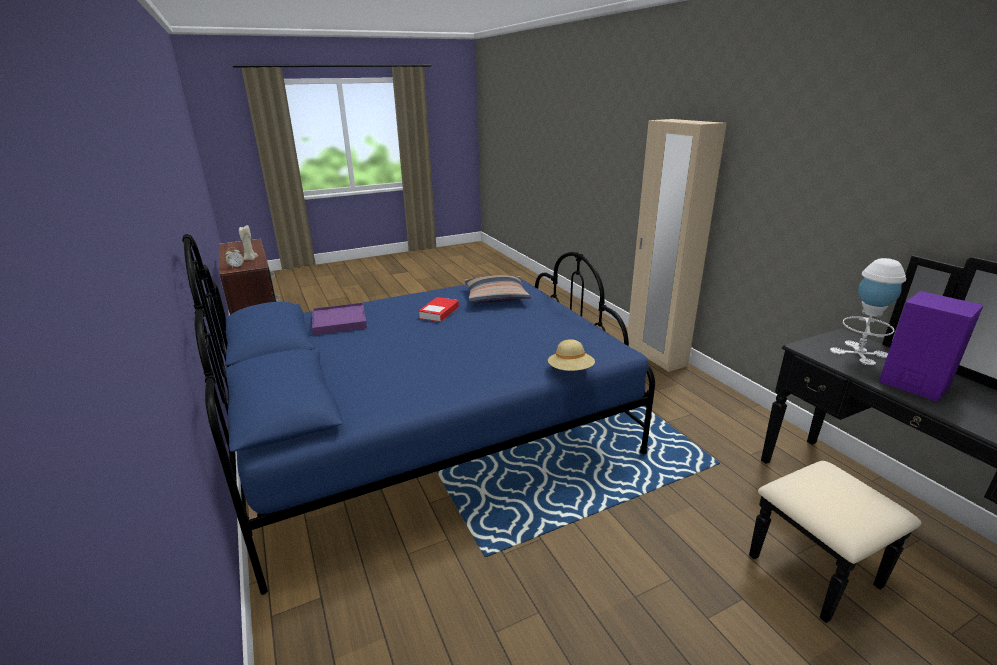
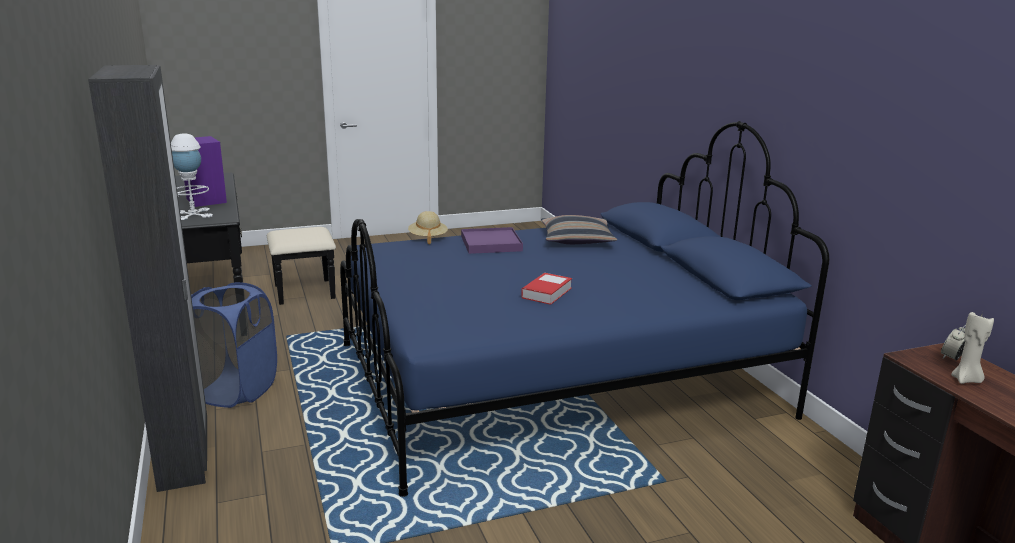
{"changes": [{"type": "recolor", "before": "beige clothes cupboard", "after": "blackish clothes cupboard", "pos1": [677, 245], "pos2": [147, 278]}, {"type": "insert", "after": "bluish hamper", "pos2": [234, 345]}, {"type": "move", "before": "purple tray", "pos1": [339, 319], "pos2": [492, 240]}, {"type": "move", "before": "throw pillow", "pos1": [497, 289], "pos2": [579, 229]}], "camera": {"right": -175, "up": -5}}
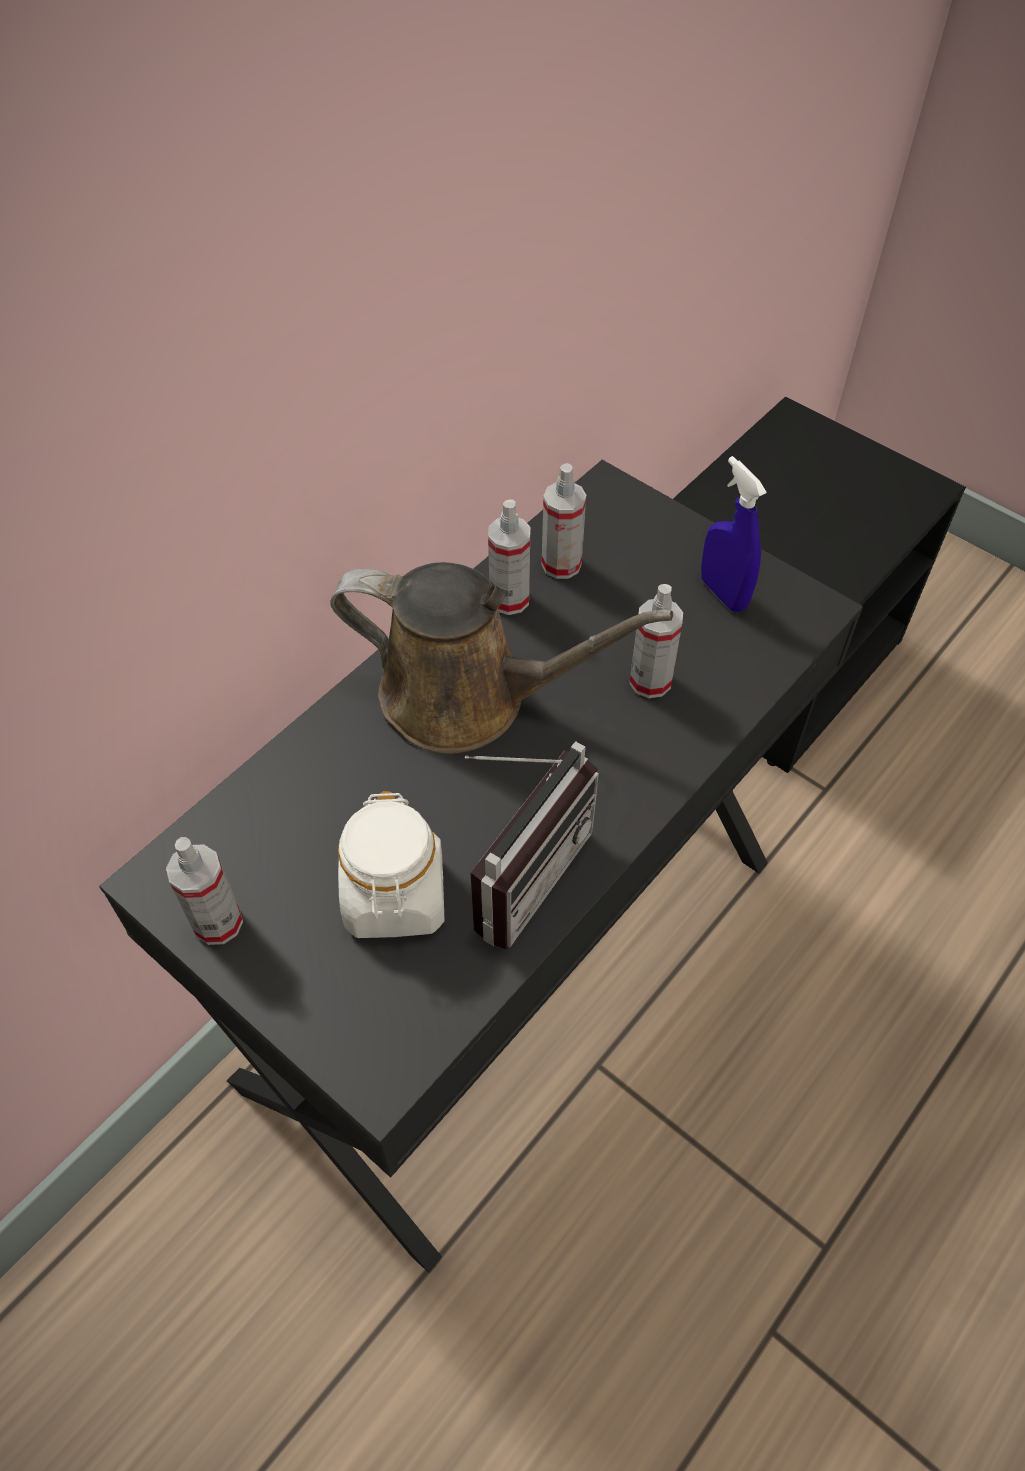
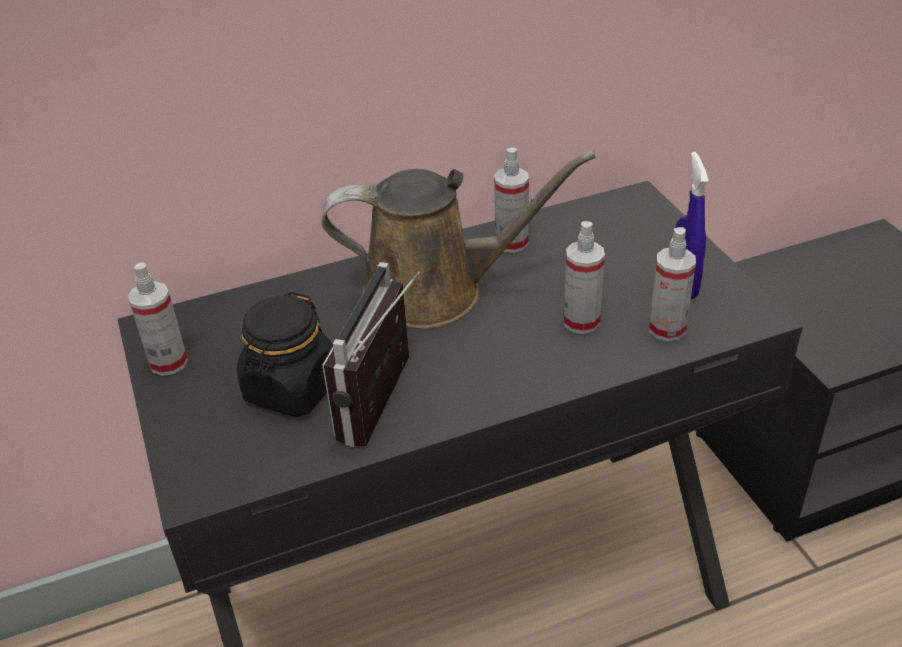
{"changes": [{"type": "recolor", "before": "white-coloured preserve jar", "after": "blackish preserve jar", "pos1": [391, 864], "pos2": [285, 354]}, {"type": "rotate", "before": "brownish watering can", "pos1": [501, 658], "pos2": [459, 240], "turn": -45}, {"type": "rotate", "before": "radio set", "pos1": [532, 845], "pos2": [371, 354], "turn": 135}, {"type": "move", "before": "sprayer", "pos1": [564, 521], "pos2": [672, 284]}], "camera": {"right": 30, "up": -15}}
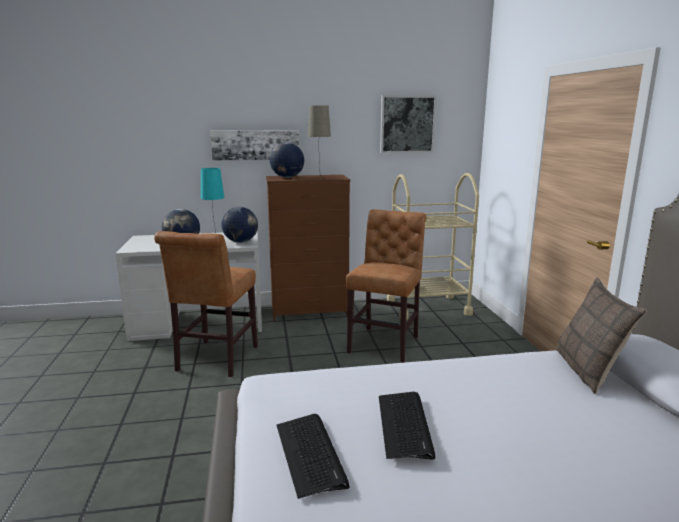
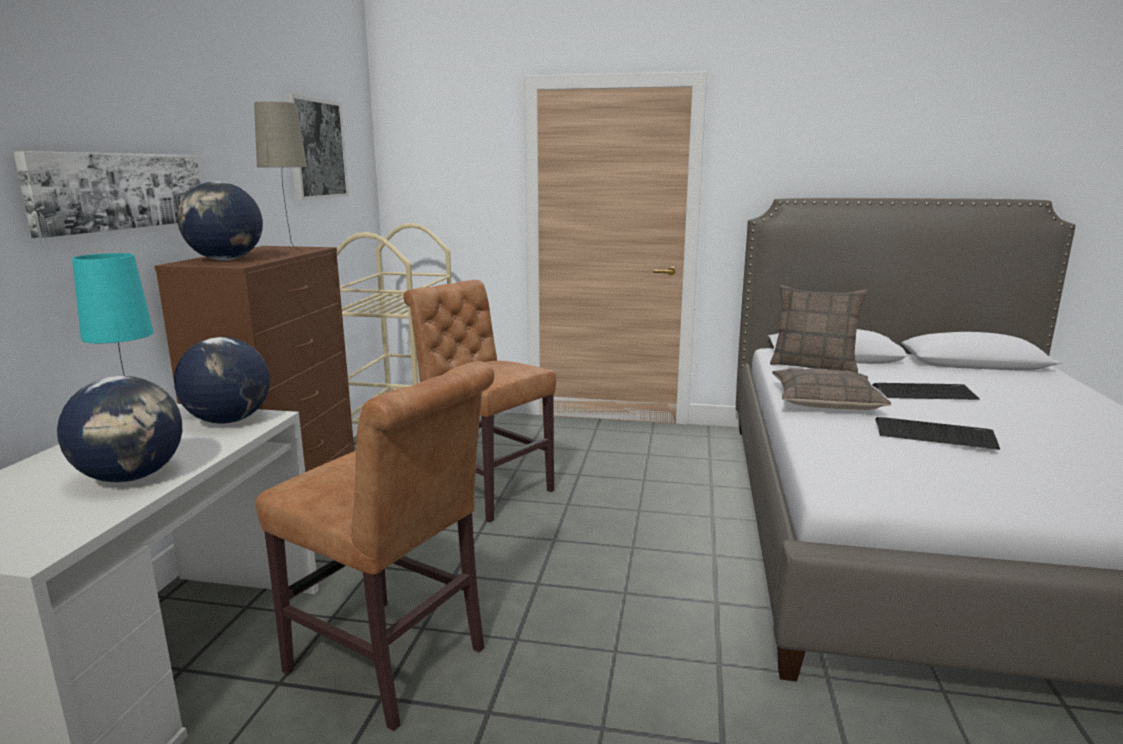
{"changes": [{"type": "insert", "after": "throw pillow", "pos2": [831, 389]}, {"type": "move", "before": "computer keyboard", "pos1": [313, 456], "pos2": [925, 391]}], "camera": {"right": -70, "up": 0}}
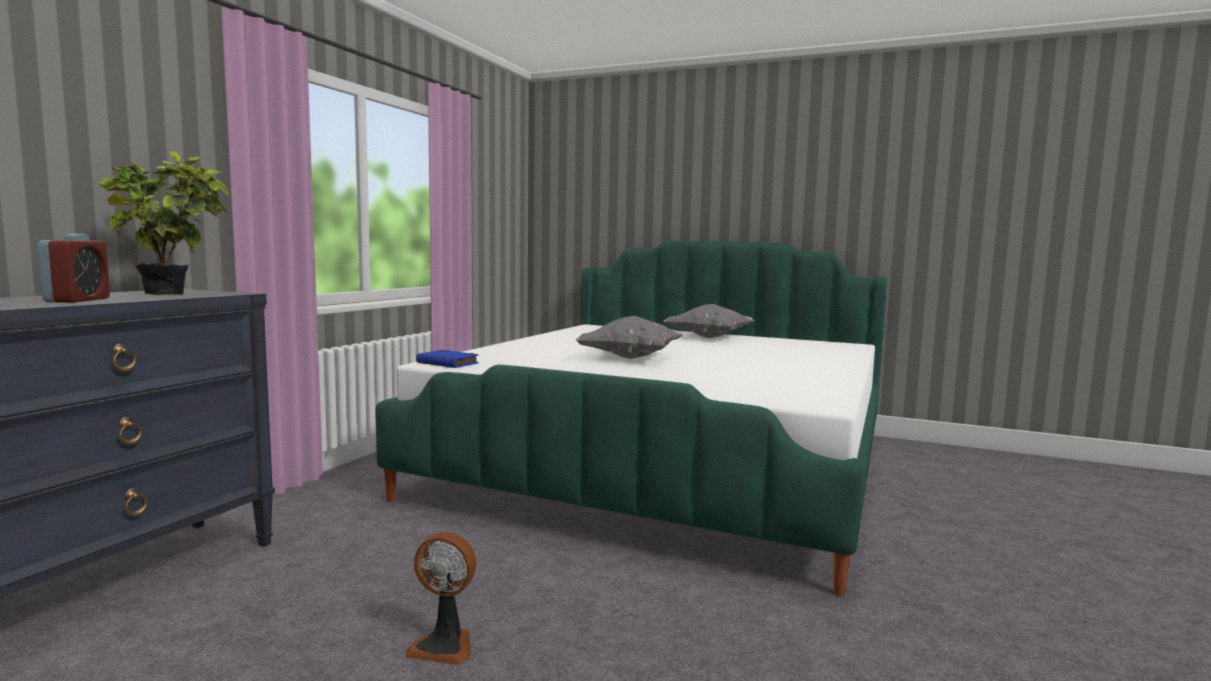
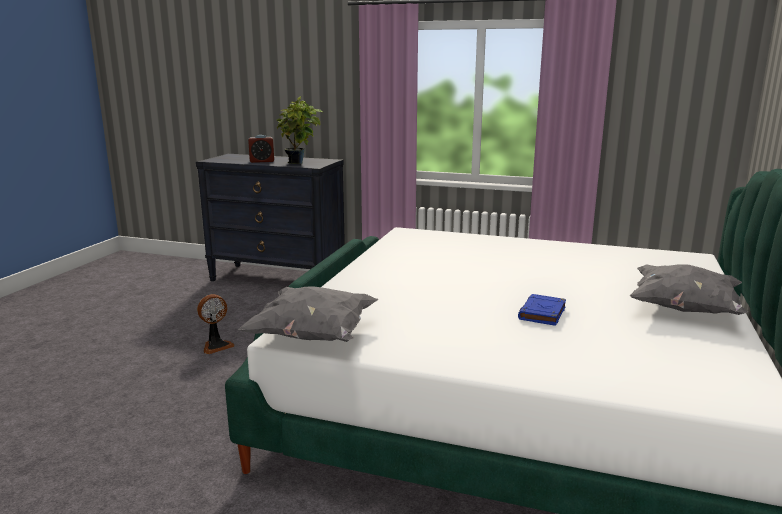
{"changes": [{"type": "rotate", "before": "electric fan", "pos1": [440, 598], "pos2": [215, 324], "turn": -135}, {"type": "move", "before": "greyish throw pillow", "pos1": [629, 337], "pos2": [308, 314]}, {"type": "move", "before": "bluish book", "pos1": [447, 359], "pos2": [542, 310]}], "camera": {"right": 85, "up": 10}}
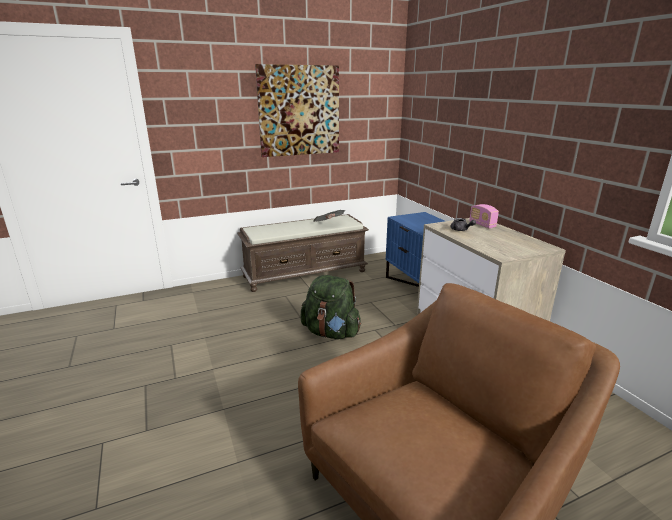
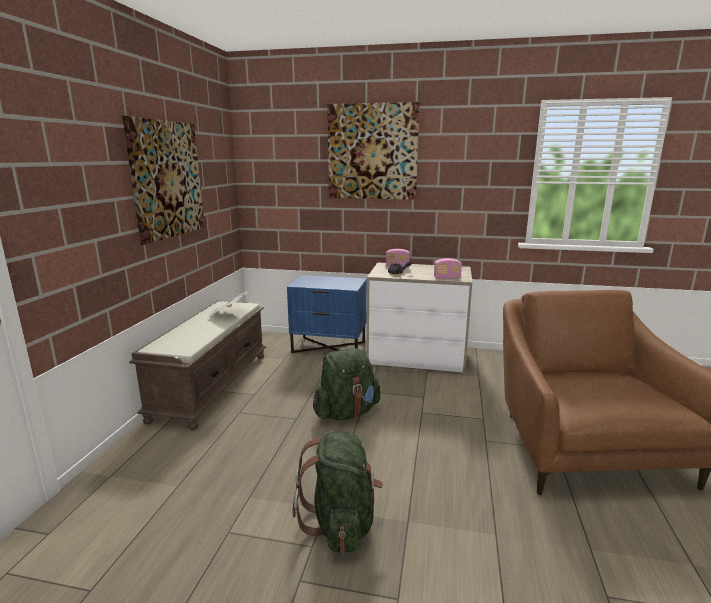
{"changes": [{"type": "insert", "after": "green rucksack", "pos2": [338, 492]}, {"type": "insert", "after": "wall picture", "pos2": [373, 151]}, {"type": "insert", "after": "radio set", "pos2": [448, 268]}], "camera": {"right": -55, "up": -5}}
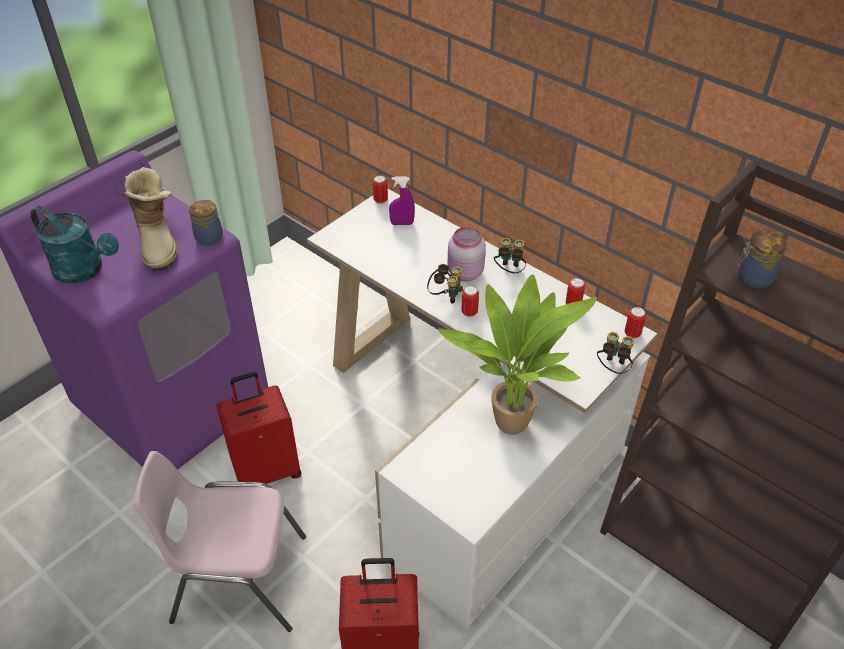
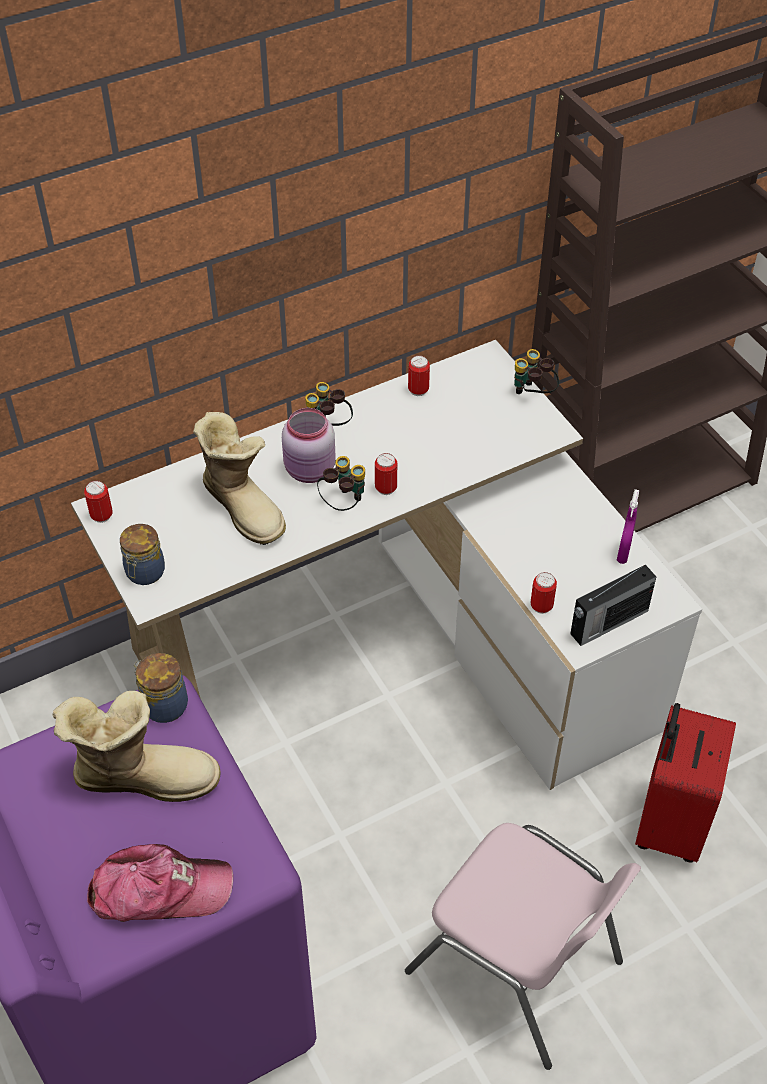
{"changes": [{"type": "replace", "before": "turquoise-coloured watering can", "after": "peaked cap", "pos1": [74, 245], "pos2": [160, 883]}, {"type": "move", "before": "preserve jar", "pos1": [762, 259], "pos2": [142, 554]}, {"type": "insert", "after": "boot", "pos2": [239, 478]}, {"type": "rotate", "before": "pinkish upright chair", "pos1": [219, 541], "pos2": [523, 946], "turn": -75}, {"type": "move", "before": "sealed can", "pos1": [635, 323], "pos2": [544, 593]}, {"type": "insert", "after": "radio set", "pos2": [613, 605]}, {"type": "move", "before": "purple sprayer", "pos1": [402, 200], "pos2": [628, 526]}, {"type": "delete", "before": "red piece of luggage", "pos1": [258, 428]}, {"type": "delete", "before": "potted plant", "pos1": [517, 354]}], "camera": {"right": -70, "up": 5}}
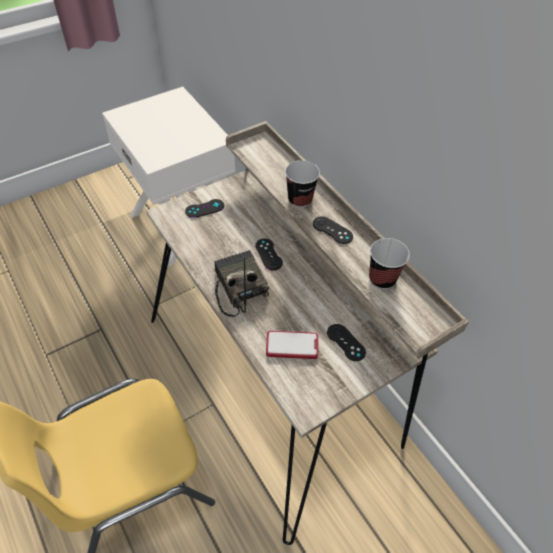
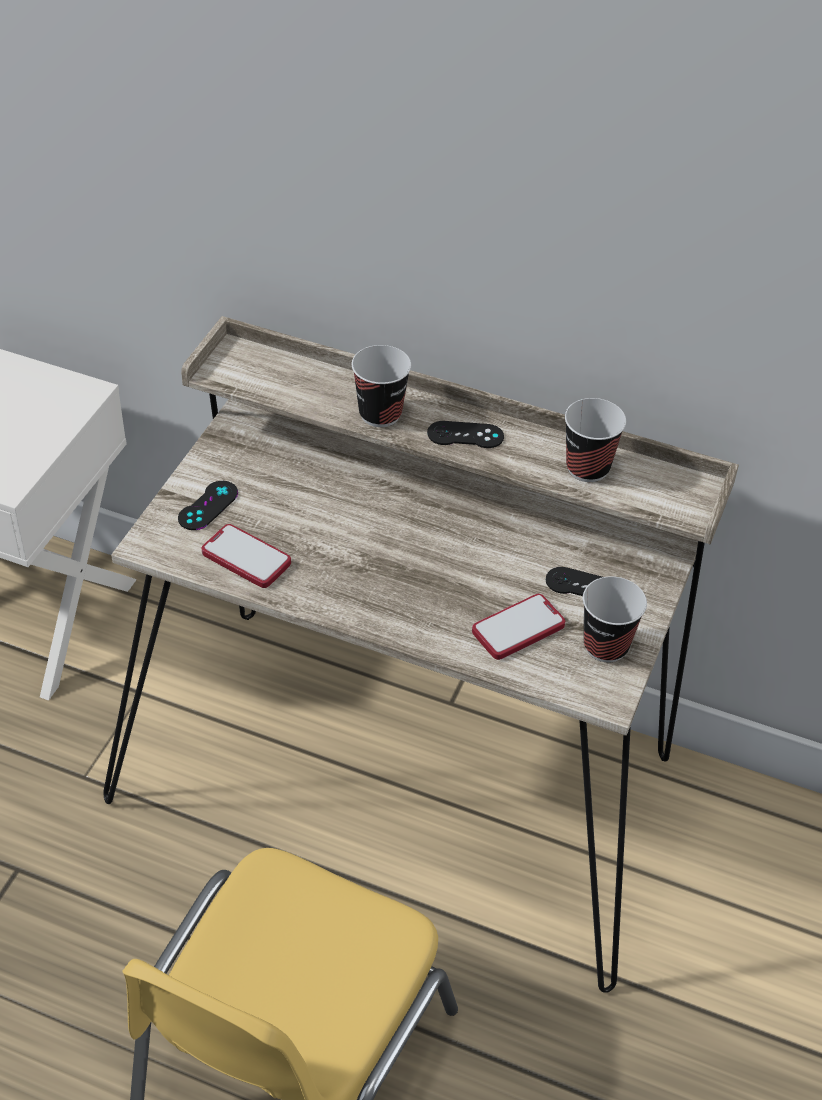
{"changes": [{"type": "insert", "after": "telephone", "pos2": [246, 556]}, {"type": "insert", "after": "cup", "pos2": [615, 619]}, {"type": "delete", "before": "radio set", "pos1": [241, 283]}, {"type": "delete", "before": "blackish gamepad", "pos1": [269, 254]}], "camera": {"right": -35, "up": -5}}
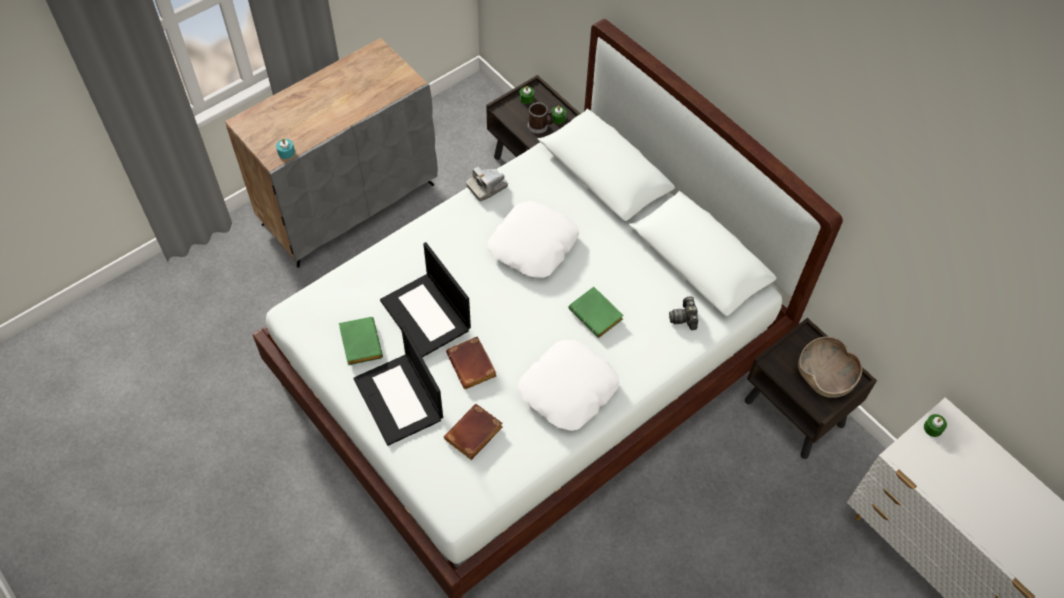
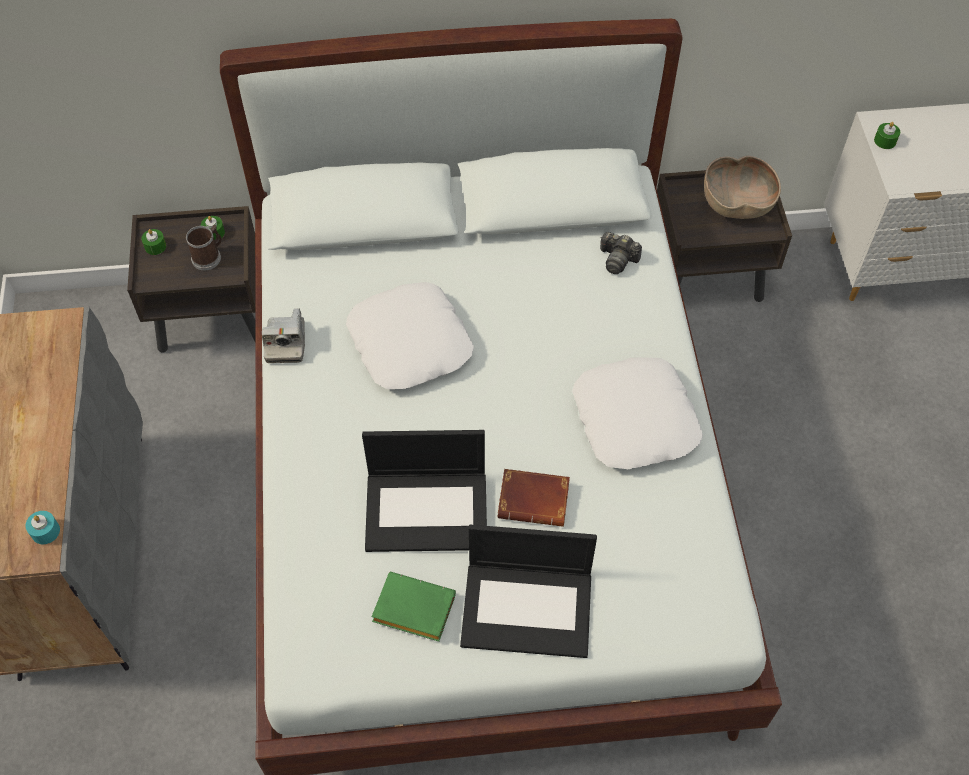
{"changes": [{"type": "delete", "before": "brownish book", "pos1": [473, 432]}, {"type": "delete", "before": "green book", "pos1": [596, 312]}], "camera": {"right": -55, "up": 0}}
